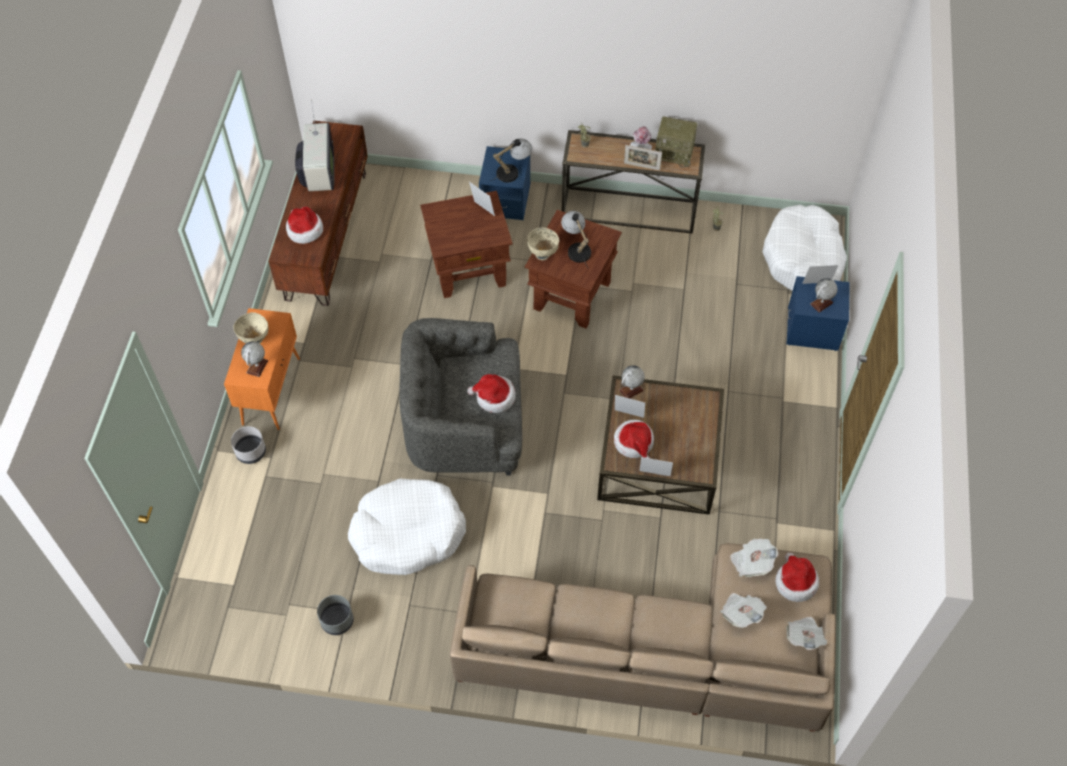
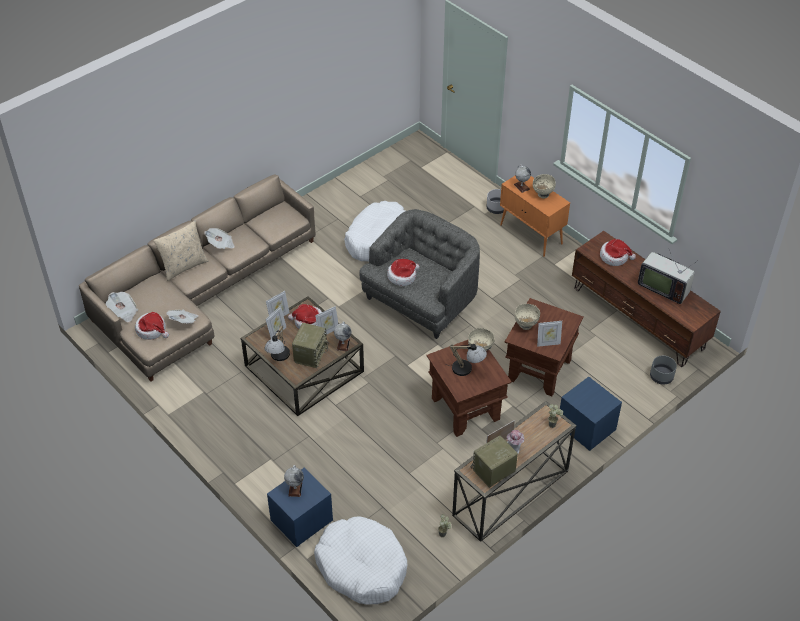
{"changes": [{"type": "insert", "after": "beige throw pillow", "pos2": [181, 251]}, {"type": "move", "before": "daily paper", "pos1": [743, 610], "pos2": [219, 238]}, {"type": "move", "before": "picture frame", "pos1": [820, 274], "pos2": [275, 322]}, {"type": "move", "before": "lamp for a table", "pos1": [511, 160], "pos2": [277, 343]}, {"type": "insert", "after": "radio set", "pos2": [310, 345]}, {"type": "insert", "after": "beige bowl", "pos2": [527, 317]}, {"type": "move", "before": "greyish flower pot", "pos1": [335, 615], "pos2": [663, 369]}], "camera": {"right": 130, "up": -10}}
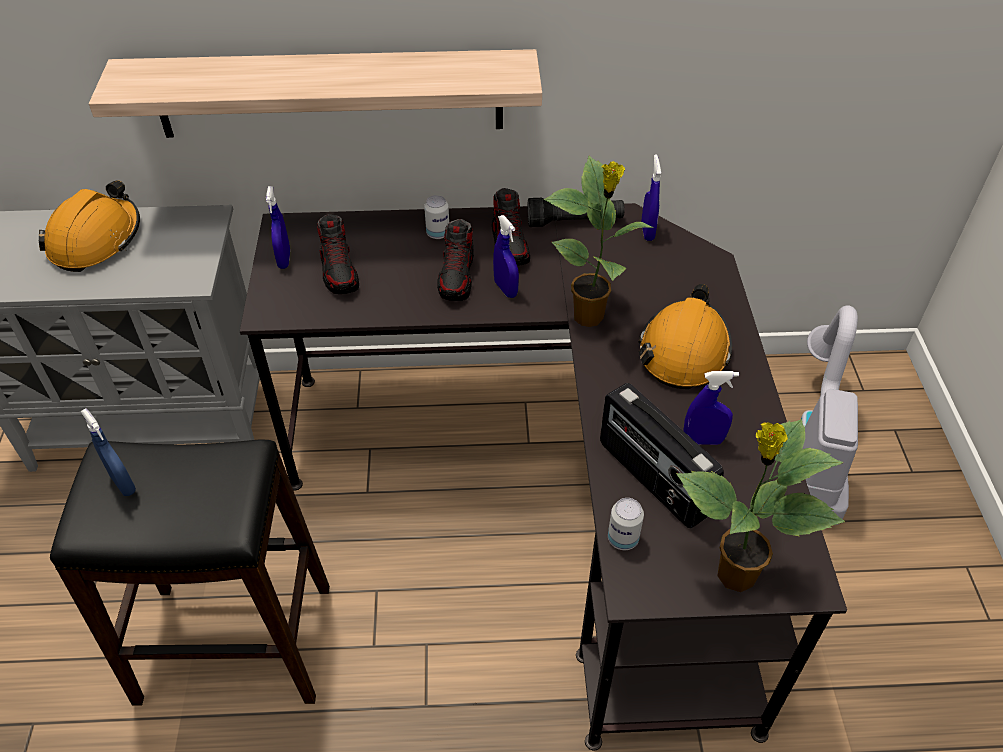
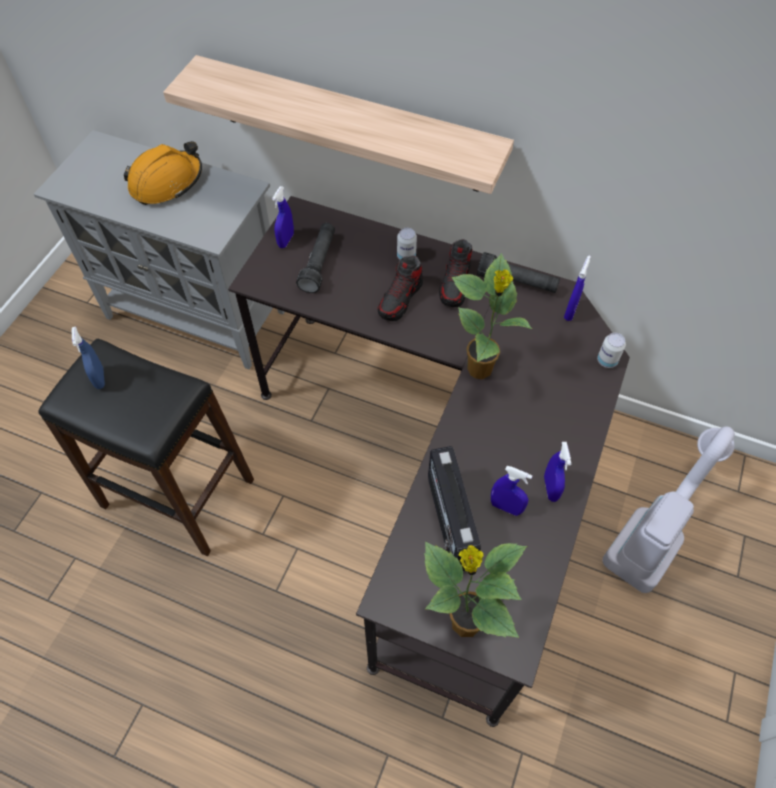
{"changes": [{"type": "replace", "before": "low shoe", "after": "blackish flashlight", "pos1": [338, 254], "pos2": [315, 258]}, {"type": "move", "before": "bluish sprayer", "pos1": [506, 256], "pos2": [557, 472]}, {"type": "move", "before": "sealed can", "pos1": [626, 524], "pos2": [611, 350]}, {"type": "delete", "before": "orange safety helmet", "pos1": [685, 336]}], "camera": {"right": 25, "up": 10}}
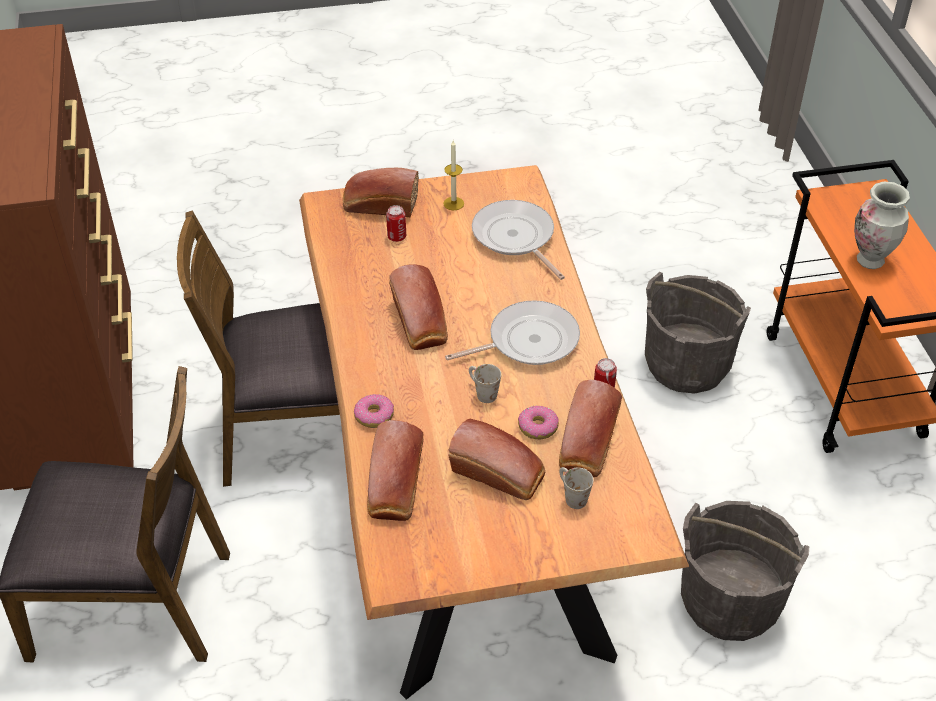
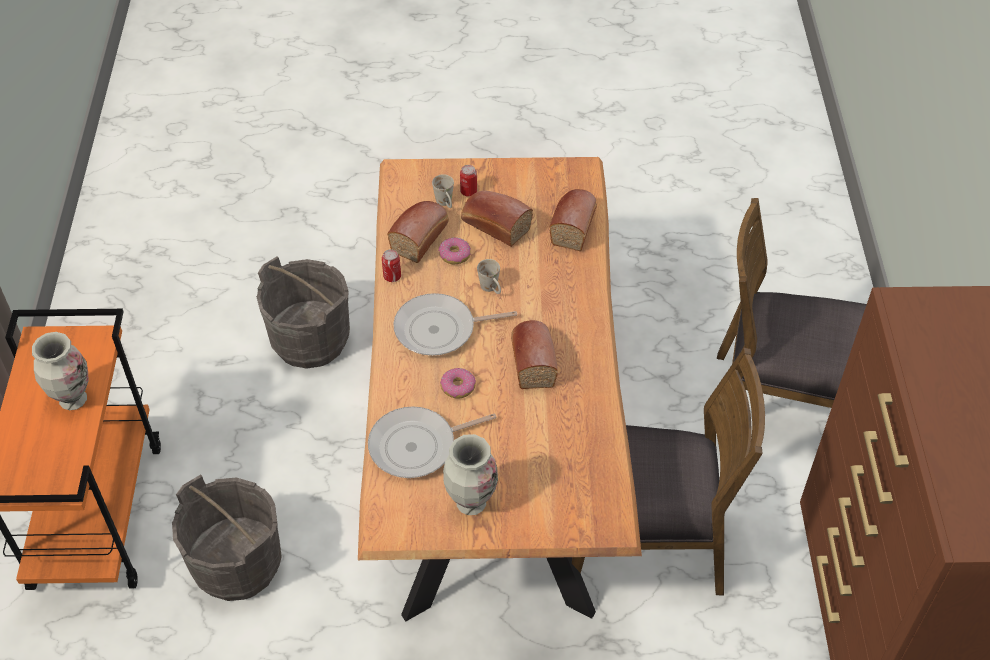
{"changes": [{"type": "rotate", "before": "pan", "pos1": [518, 240], "pos2": [432, 442], "turn": 90}, {"type": "move", "before": "doughnut", "pos1": [374, 411], "pos2": [458, 383]}, {"type": "replace", "before": "candle", "after": "vase", "pos1": [453, 175], "pos2": [470, 474]}, {"type": "move", "before": "sealed can", "pos1": [396, 223], "pos2": [468, 181]}, {"type": "delete", "before": "bakery bread", "pos1": [381, 192]}], "camera": {"right": -170, "up": 5}}
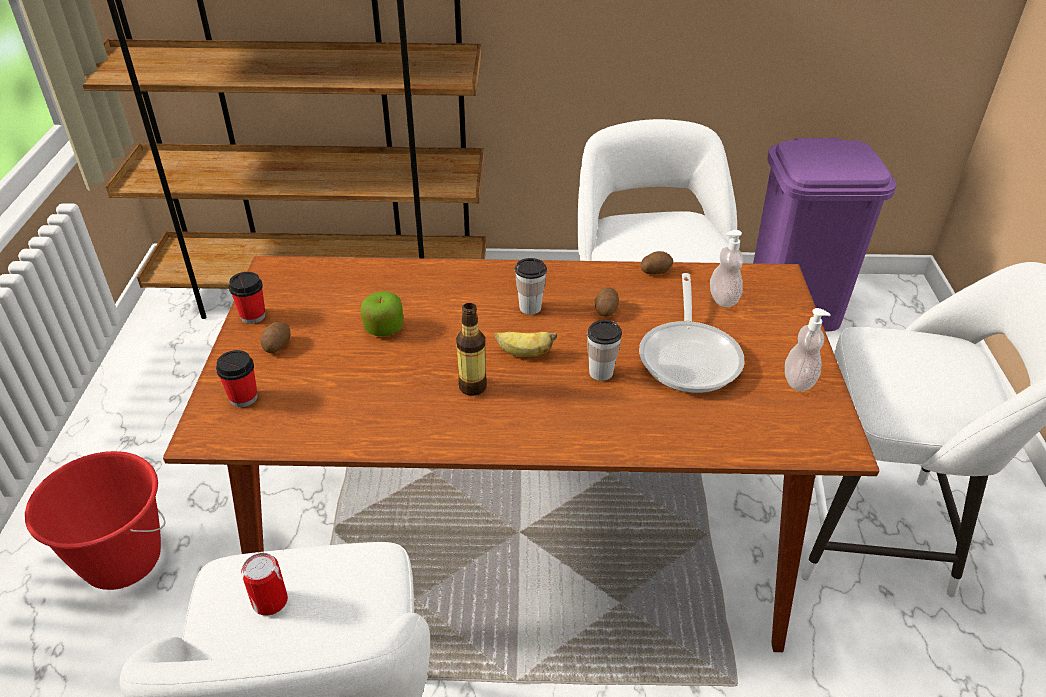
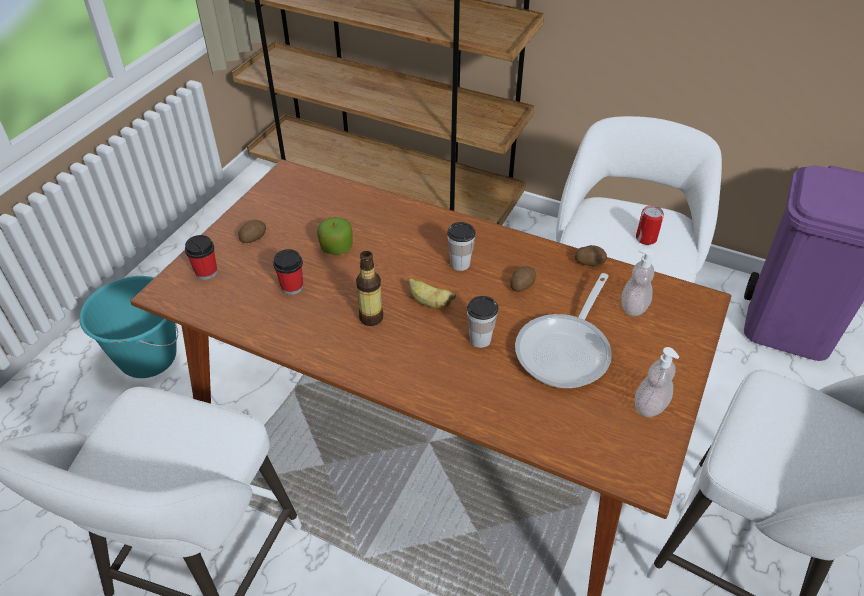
{"changes": [{"type": "recolor", "before": "red water bucket", "after": "turquoise-coloured water bucket", "pos1": [95, 520], "pos2": [128, 327]}, {"type": "move", "before": "cup", "pos1": [247, 298], "pos2": [288, 272]}, {"type": "move", "before": "sealed can", "pos1": [264, 584], "pos2": [650, 225]}], "camera": {"right": 25, "up": 5}}
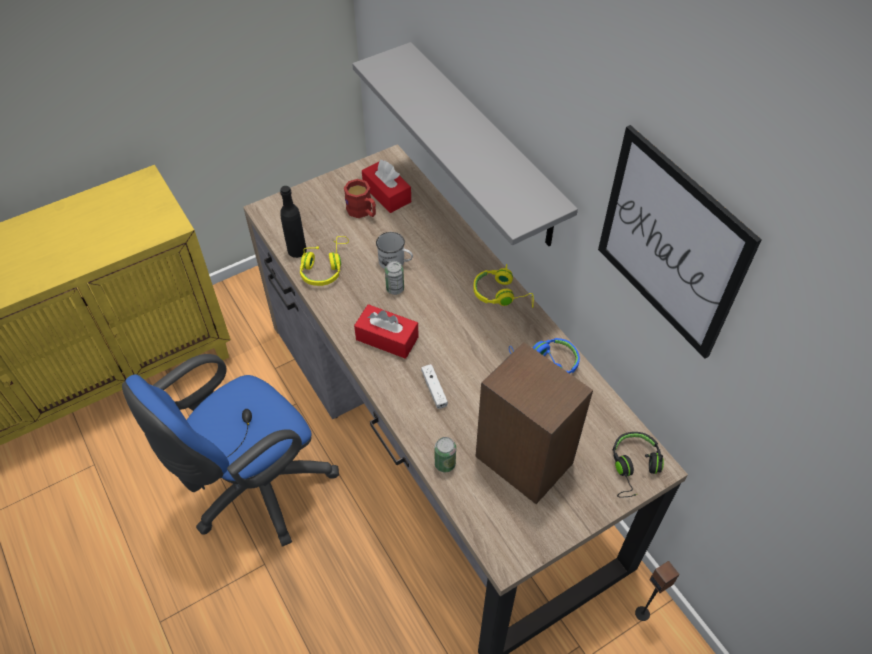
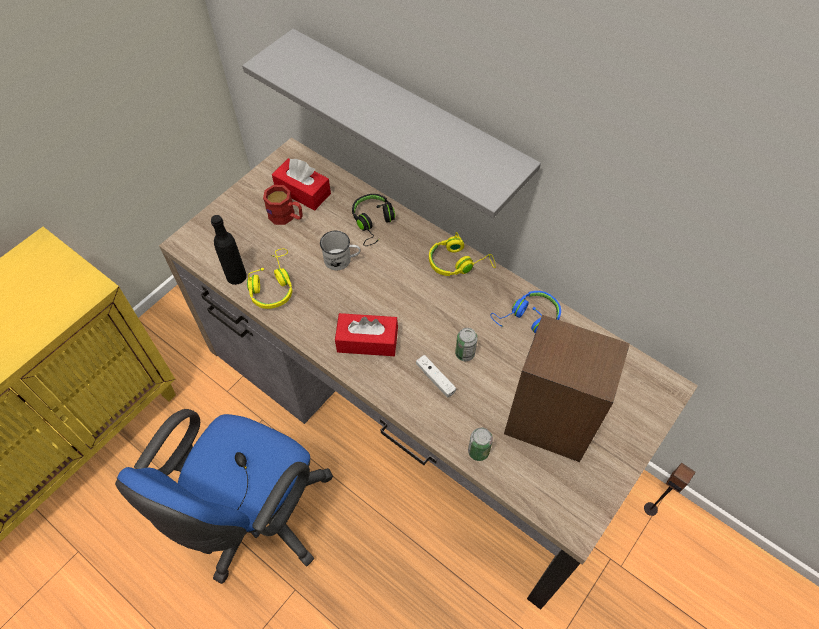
{"changes": [{"type": "move", "before": "blackish headphones", "pos1": [638, 465], "pos2": [373, 220]}, {"type": "move", "before": "sealed can", "pos1": [394, 278], "pos2": [466, 344]}, {"type": "delete", "before": "wall picture", "pos1": [680, 242]}], "camera": {"right": -20, "up": 5}}
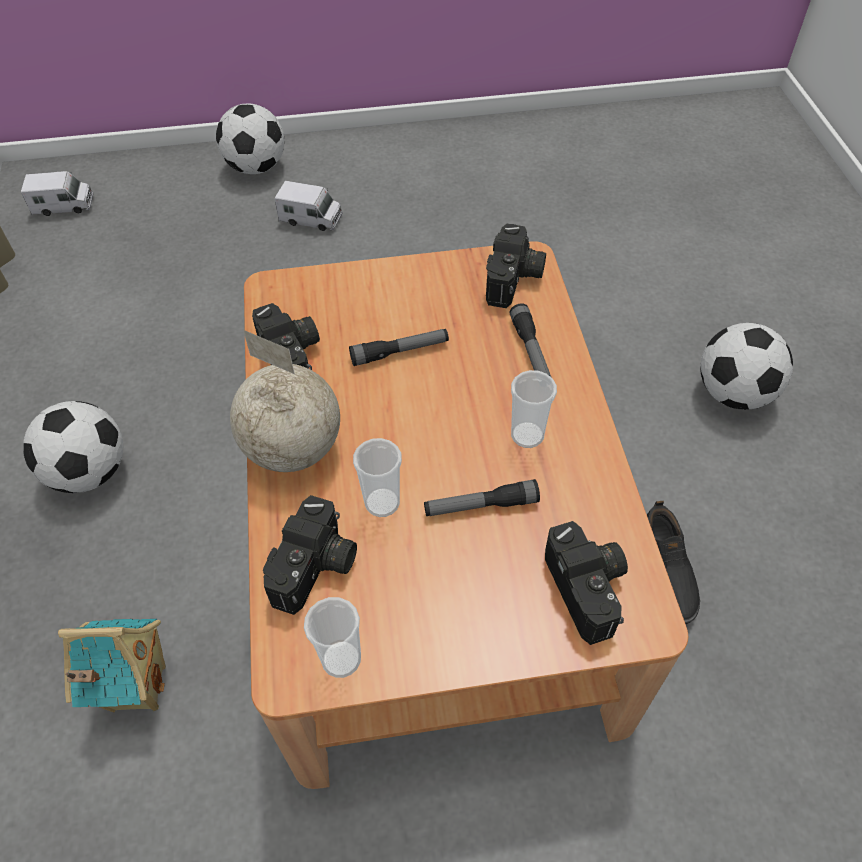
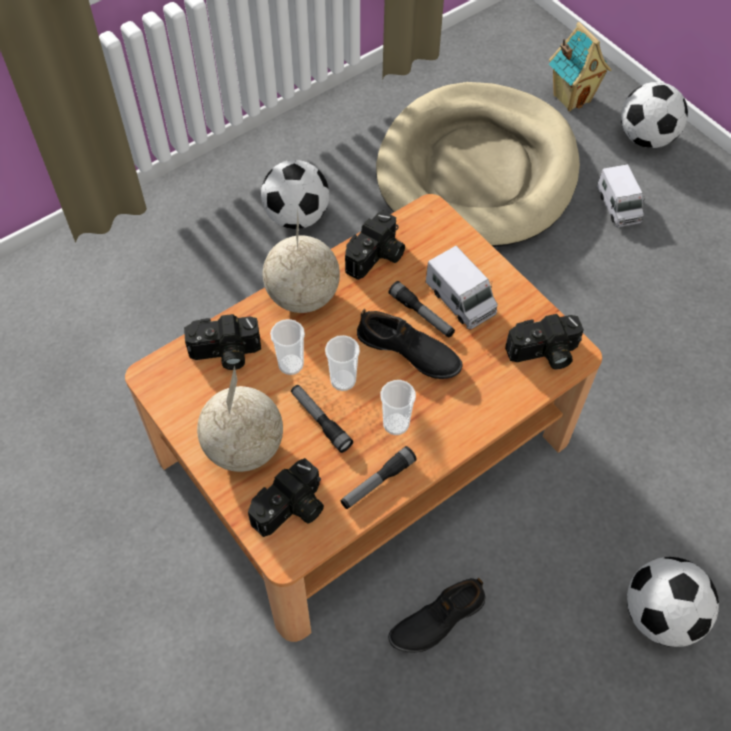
{"changes": [{"type": "insert", "after": "world globe", "pos2": [240, 418]}, {"type": "move", "before": "cup", "pos1": [332, 637], "pos2": [342, 363]}, {"type": "move", "before": "flashlight", "pos1": [531, 340], "pos2": [378, 477]}, {"type": "insert", "after": "blackish low shoe", "pos2": [409, 344]}, {"type": "insert", "after": "beige pet bed", "pos2": [478, 164]}, {"type": "move", "before": "toy lorry", "pos1": [57, 193], "pos2": [462, 287]}, {"type": "move", "before": "model house", "pos1": [112, 666], "pos2": [580, 66]}], "camera": {"right": 60, "up": 5}}
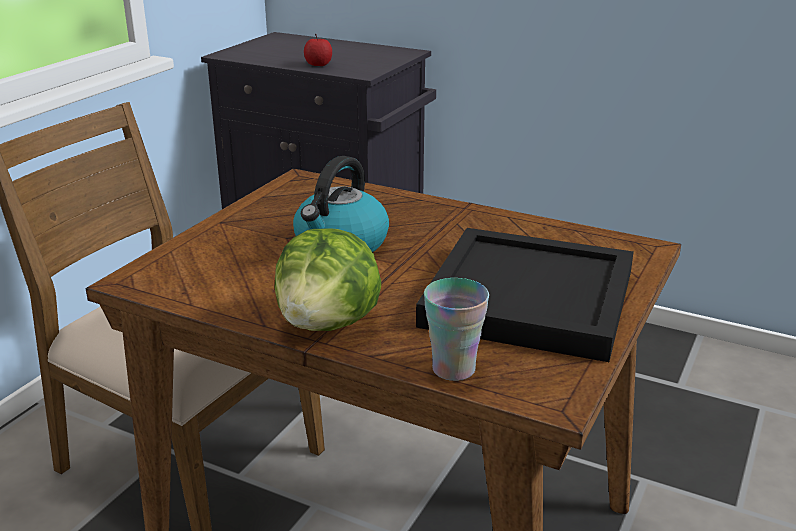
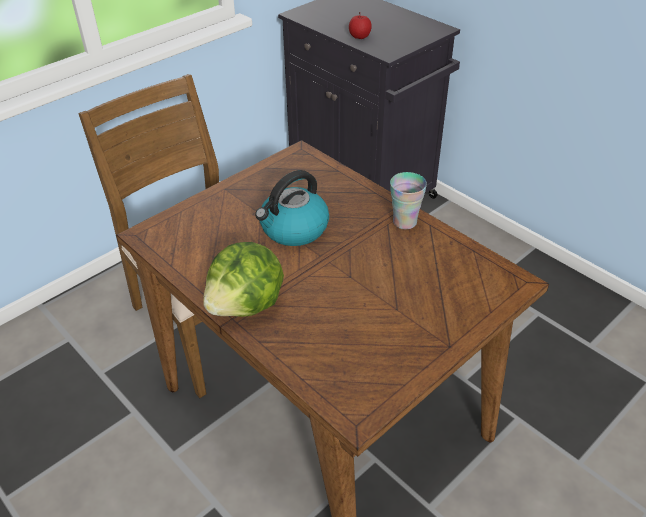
{"changes": [{"type": "move", "before": "cup", "pos1": [456, 329], "pos2": [408, 200]}, {"type": "delete", "before": "blackish tray", "pos1": [525, 295]}], "camera": {"right": 20, "up": 15}}
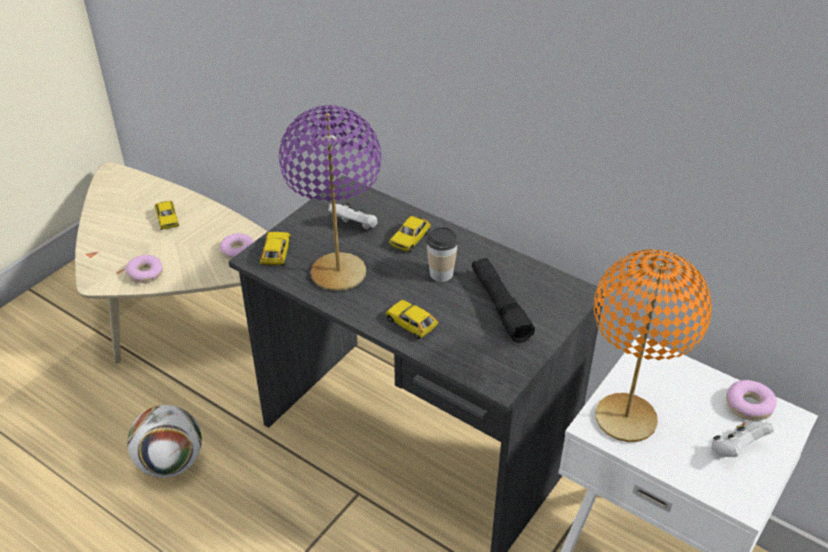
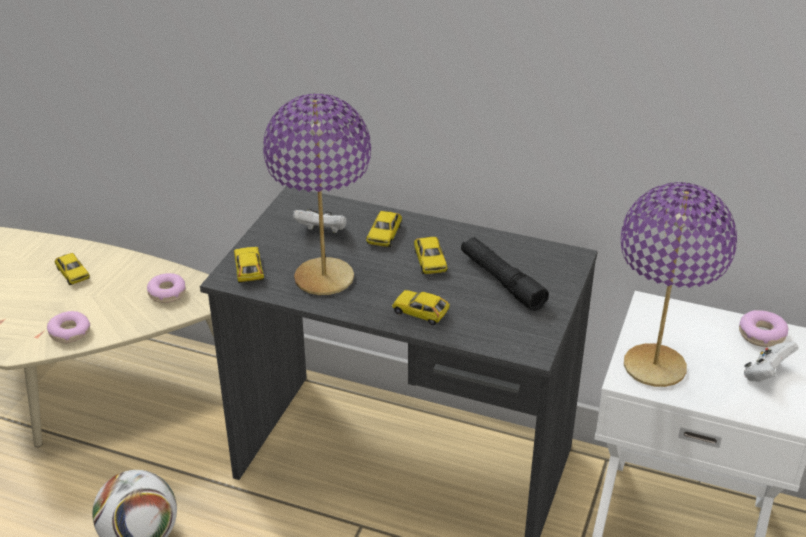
{"changes": [{"type": "replace", "before": "cup", "after": "toy car", "pos1": [442, 254], "pos2": [430, 255]}, {"type": "recolor", "before": "orange lamp for a table", "after": "purple lamp for a table", "pos1": [653, 345], "pos2": [679, 284]}], "camera": {"right": -15, "up": -5}}
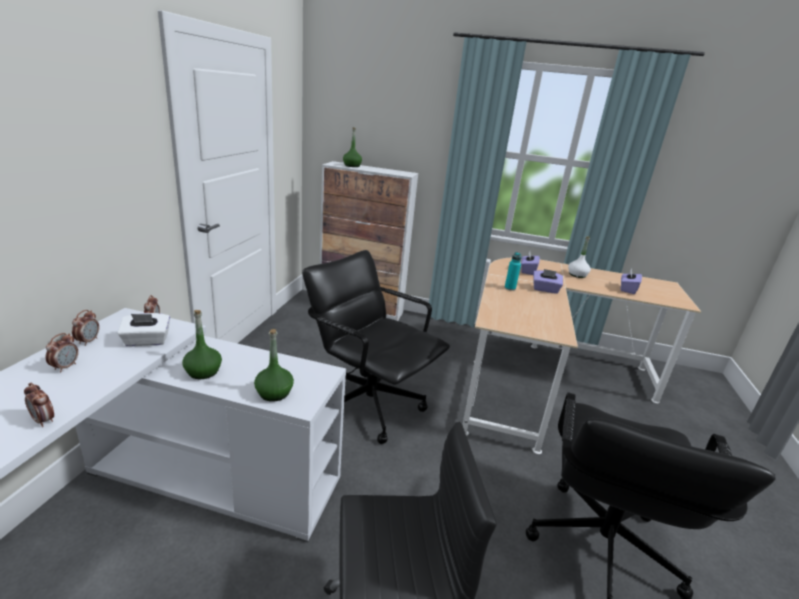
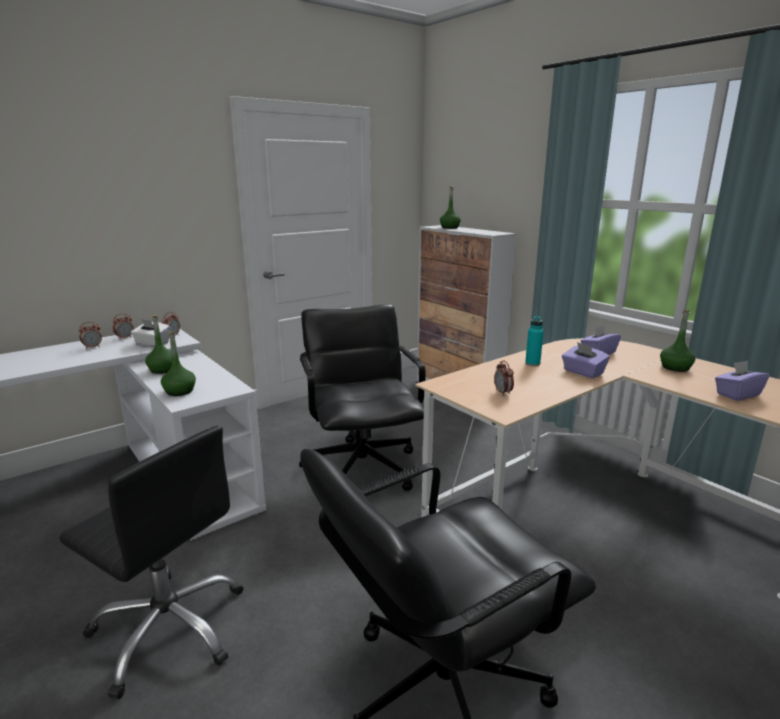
{"changes": [{"type": "move", "before": "alarm clock", "pos1": [39, 405], "pos2": [504, 378]}, {"type": "recolor", "before": "white-coloured beverage bottle", "after": "green beverage bottle", "pos1": [579, 257], "pos2": [678, 341]}], "camera": {"right": 40, "up": -5}}
